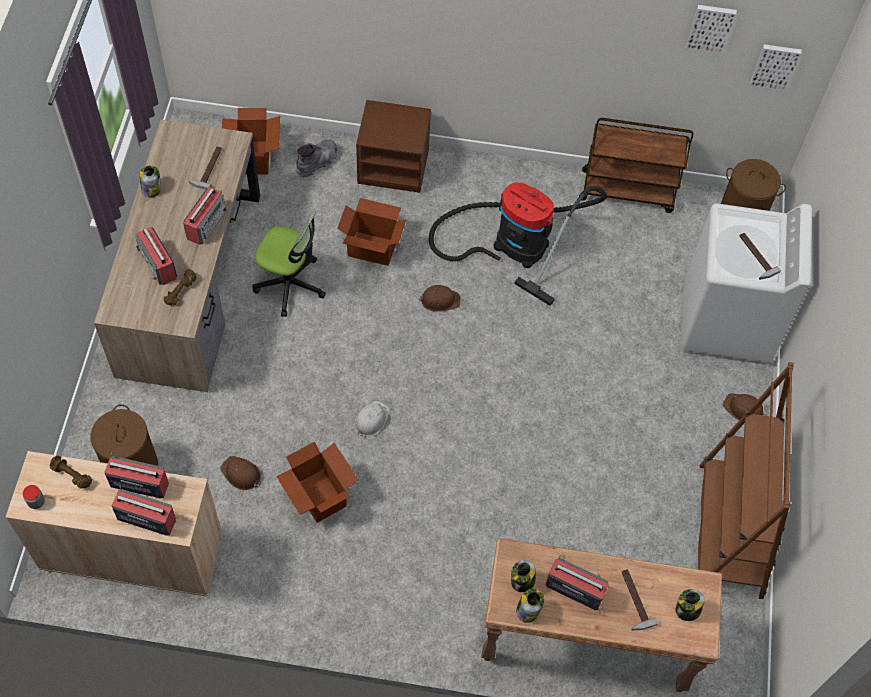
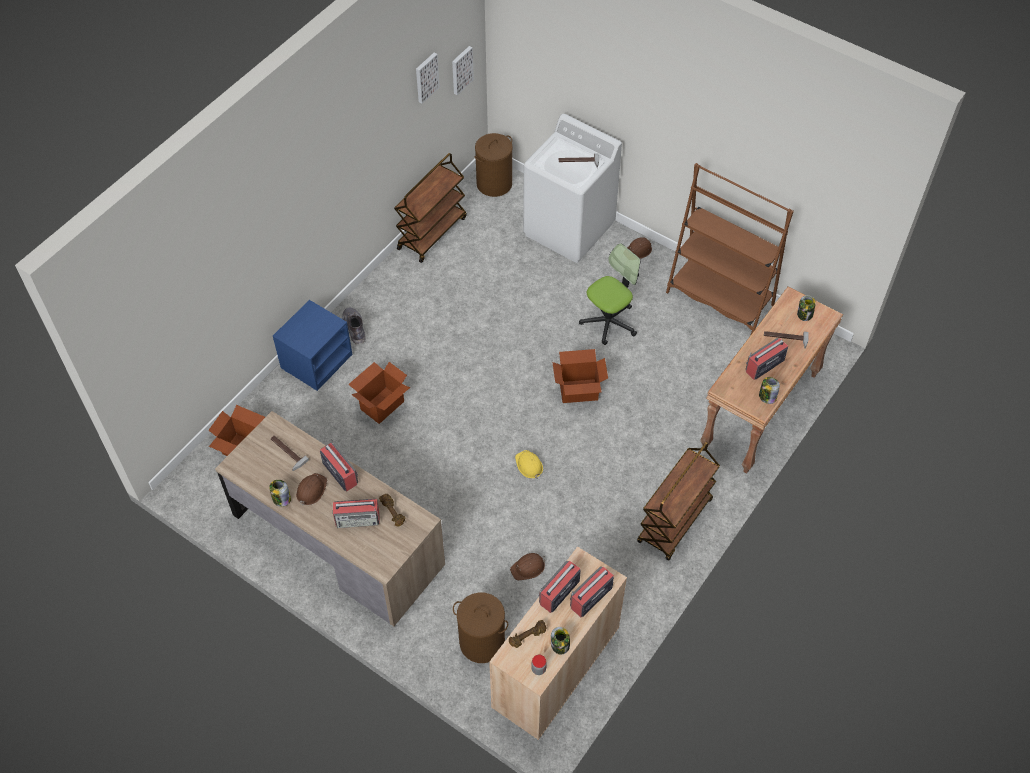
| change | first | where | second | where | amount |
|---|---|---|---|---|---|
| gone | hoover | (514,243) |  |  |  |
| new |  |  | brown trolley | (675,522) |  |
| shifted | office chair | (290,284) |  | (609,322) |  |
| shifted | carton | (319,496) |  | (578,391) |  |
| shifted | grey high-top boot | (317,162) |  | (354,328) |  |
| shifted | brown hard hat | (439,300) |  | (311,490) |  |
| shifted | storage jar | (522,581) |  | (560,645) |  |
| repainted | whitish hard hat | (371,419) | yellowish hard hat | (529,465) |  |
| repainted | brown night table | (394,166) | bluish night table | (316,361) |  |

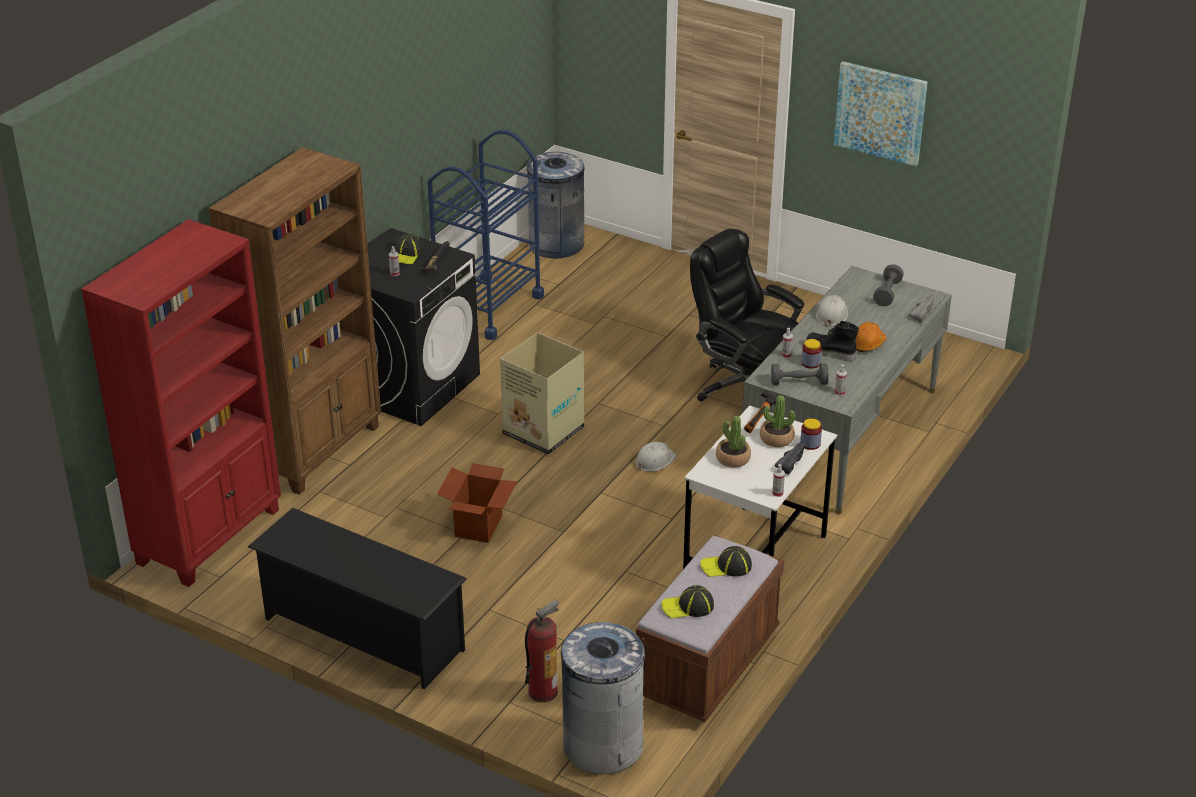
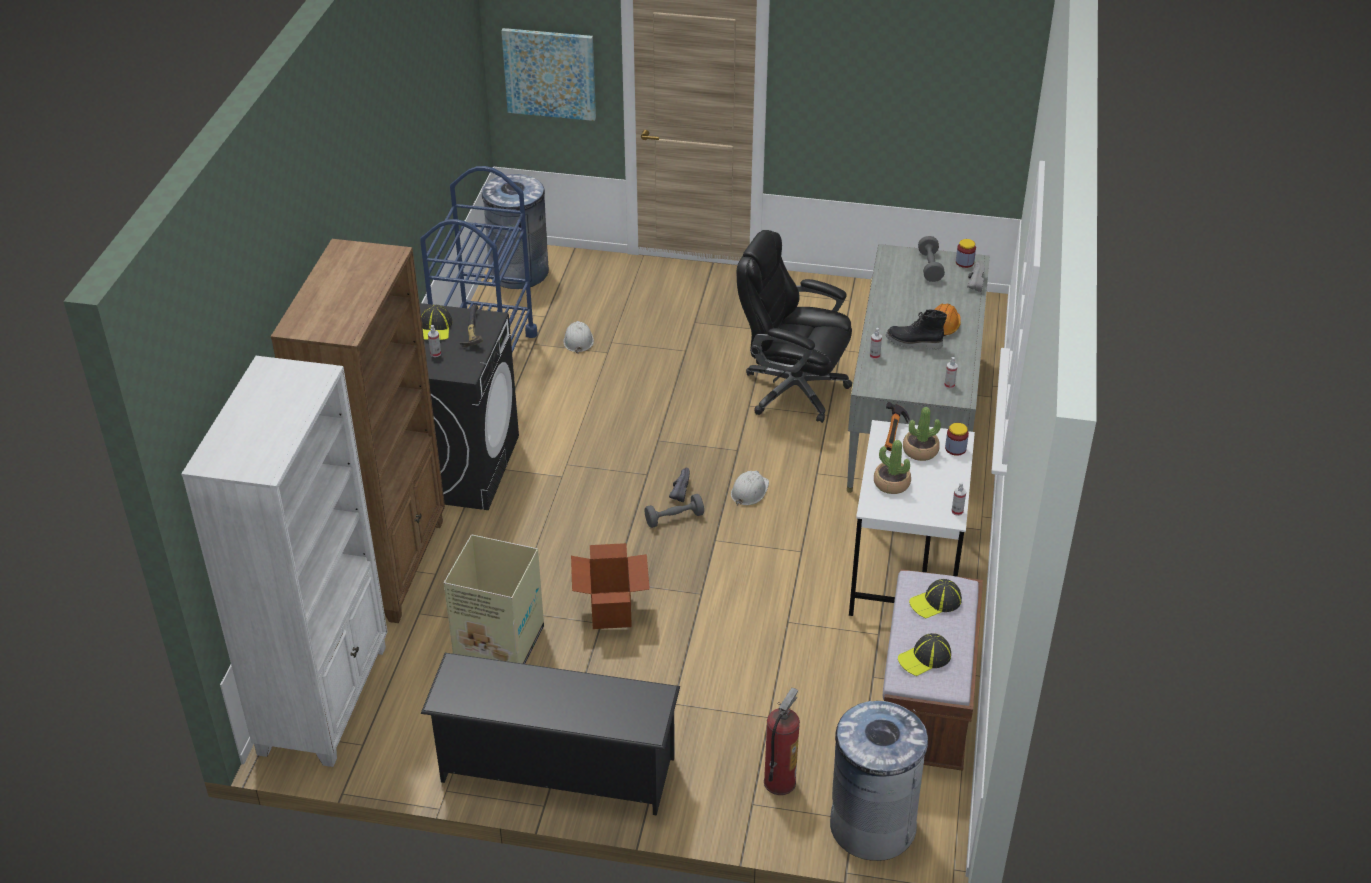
| change | first | where | second | where | amount |
|---|---|---|---|---|---|
| shifted | carton | (542,430) |  | (497,643) |  |
| shifted | grey free weight | (798,383) |  | (674,518) |  |
| shifted | blackish item of footwear | (789,463) |  | (679,490) |  |
| shifted | storage jar | (810,363) |  | (964,262) |  |
| shifted | whitish hard hat | (831,315) |  | (578,340) |  |
| shifted | wall art | (880,112) |  | (550,73) |  |
| repainted | reddish shelving unit | (210,536) | whitish shelving unit | (325,698) |  |

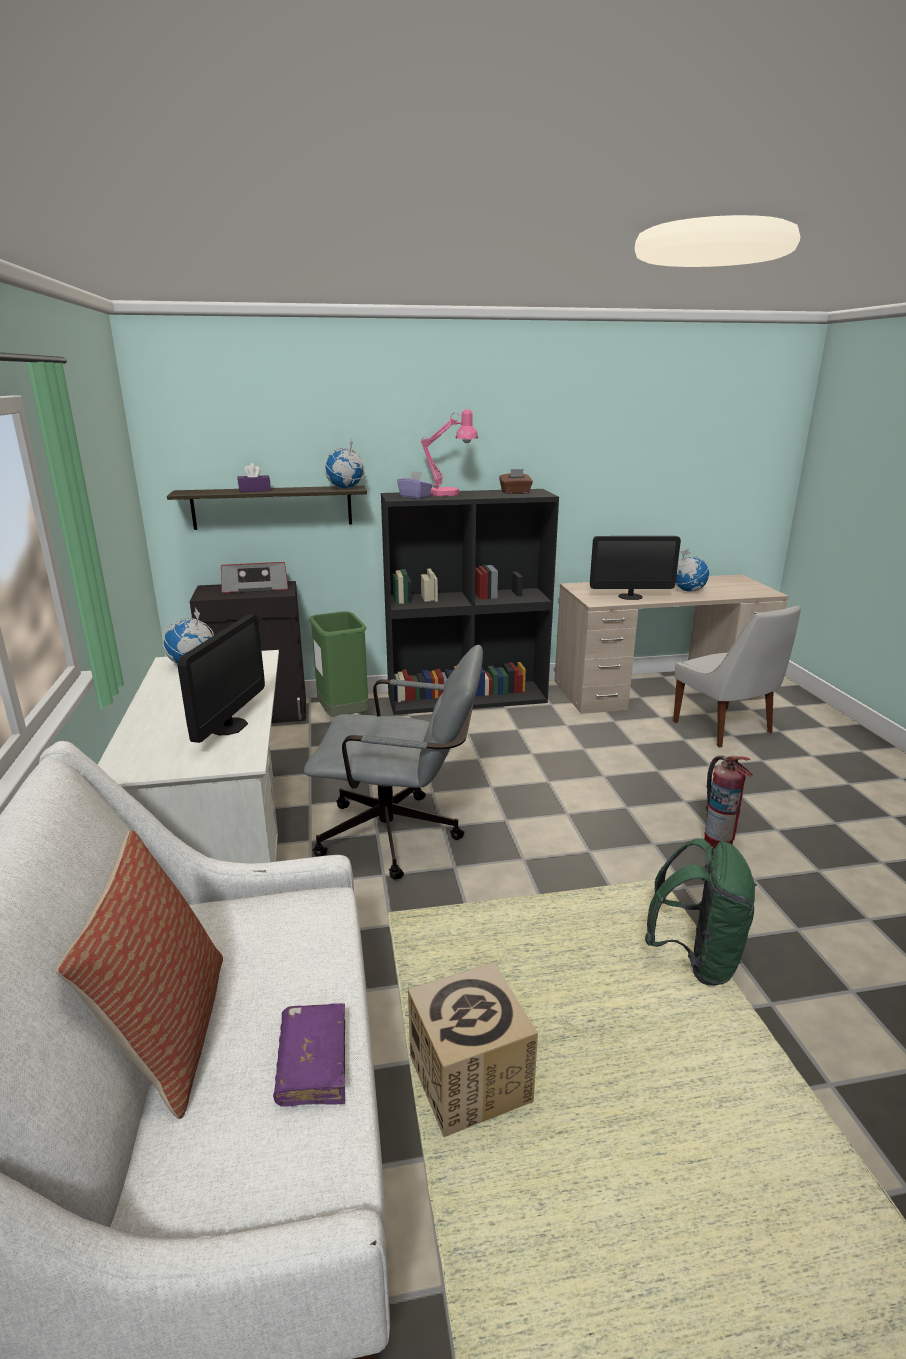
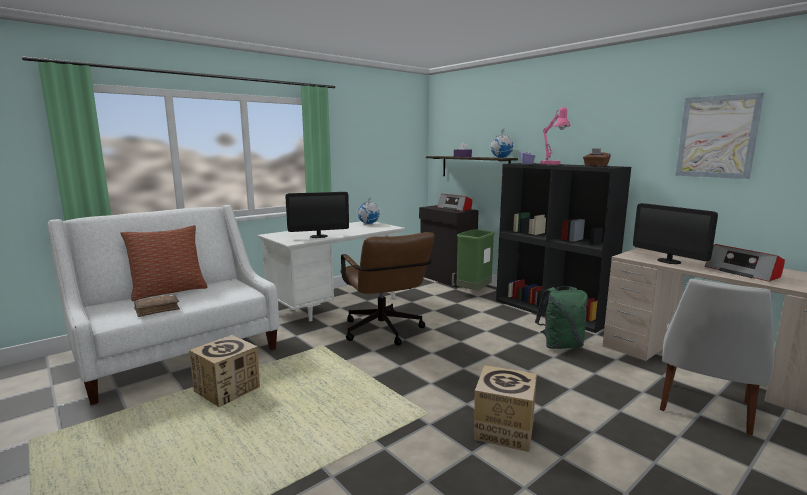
| change | first | where | second | where | amount |
|---|---|---|---|---|---|
| new |  |  | wall art | (717,137) |  |
| shifted | green knapsack | (696,958) |  | (560,345) |  |
| swapped | globe | (688,591) | radio set | (743,272) |  |
| swapped | extinguisher | (718,841) | carton | (504,429) |  |
| repainted | purplish volume | (313,1063) | brown volume | (157,309) |  |
| repainted | grey office chair | (401,836) | brown office chair | (384,333) |  |

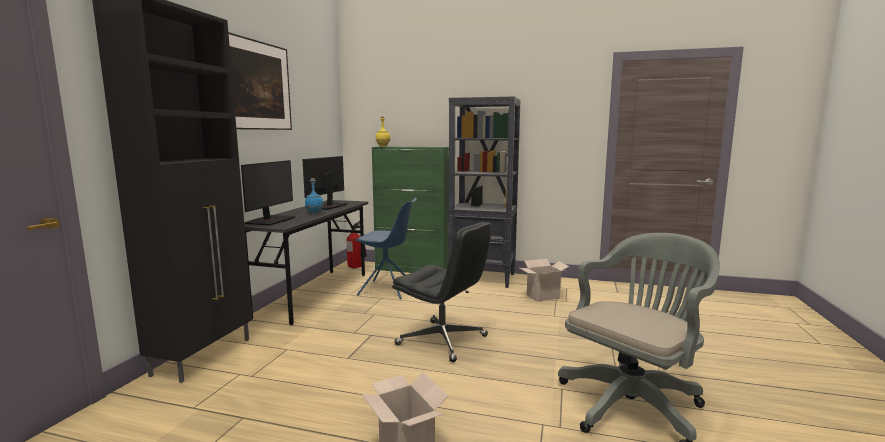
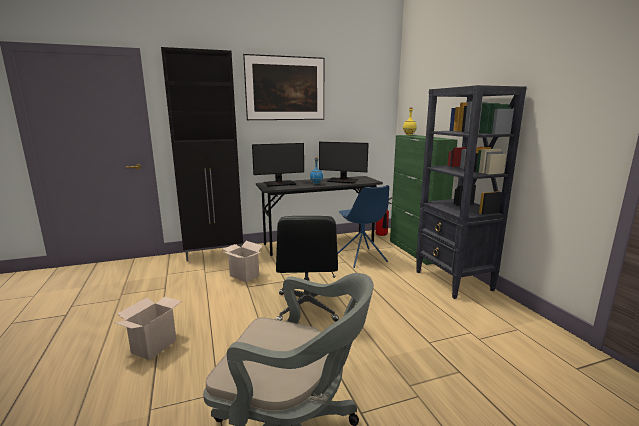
| change | first | where | second | where | amount |
|---|---|---|---|---|---|
| shifted | carton | (542,297) |  | (243,276) |  |
| rotated | computer display | (327,206) |  | (342,180) | 150 degrees counterclockwise |

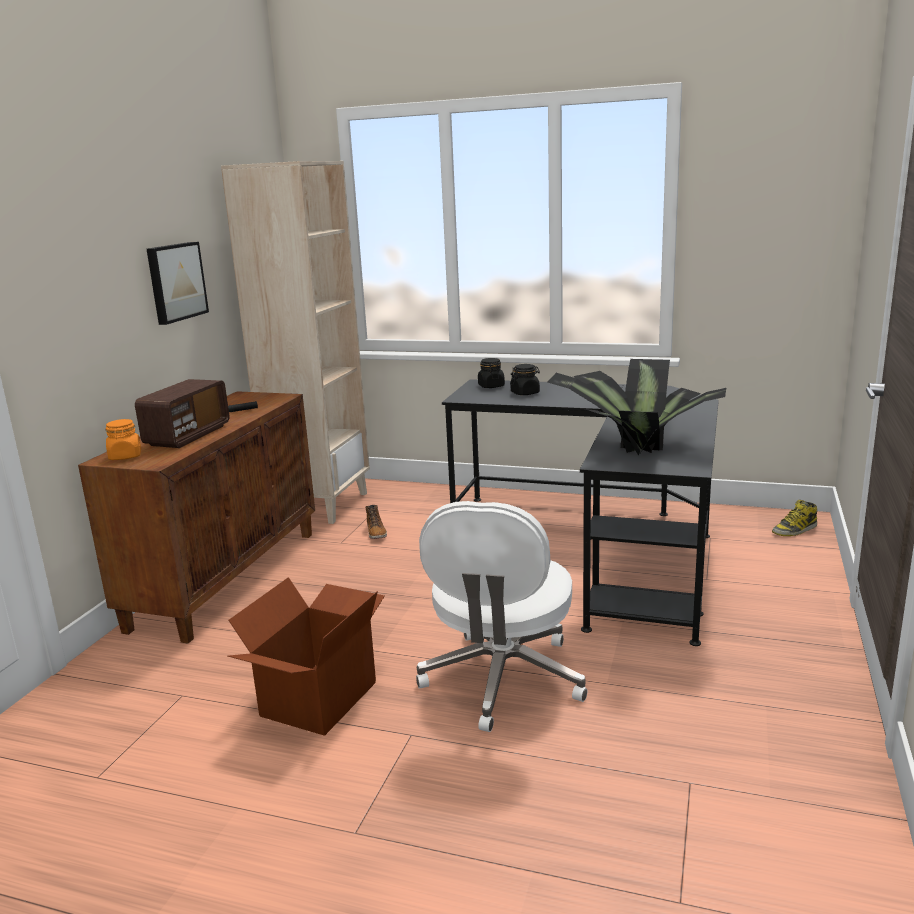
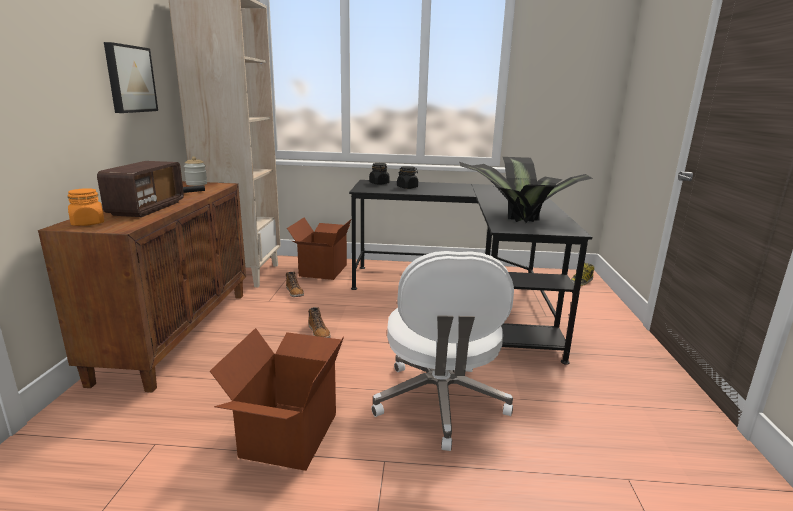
| change | first | where | second | where | amount |
|---|---|---|---|---|---|
| new |  |  | storage jar | (196,184) |  |
| new |  |  | carton | (322,270) |  |
| new |  |  | high-top boot | (319,333) |  |

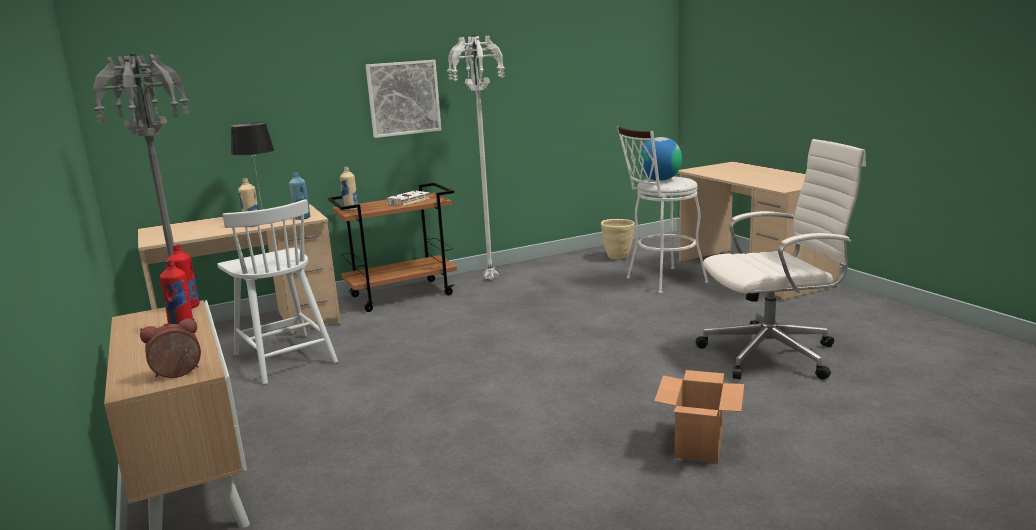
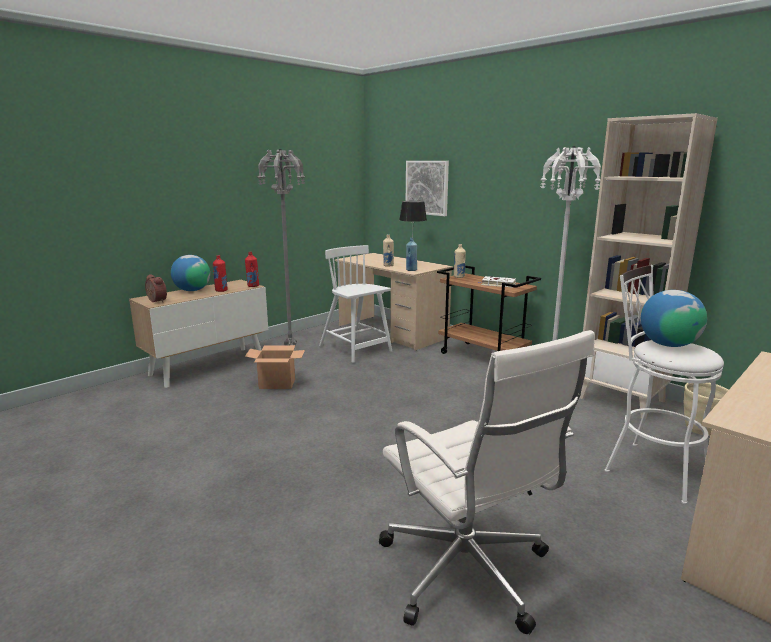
| change | first | where | second | where | amount |
|---|---|---|---|---|---|
| new |  |  | globe | (192,290) |  |
| new |  |  | beige shelving unit | (622,399) |  |
| shifted | wall art | (403,98) |  | (427,187) |  |
| shifted | carton | (698,445) |  | (277,384) |  |
| rotated | whitish upright chair | (284,357) |  | (356,349) | 105 degrees clockwise |

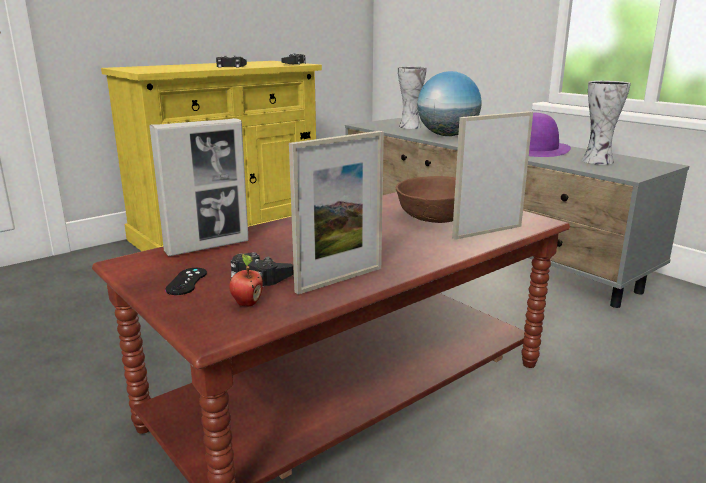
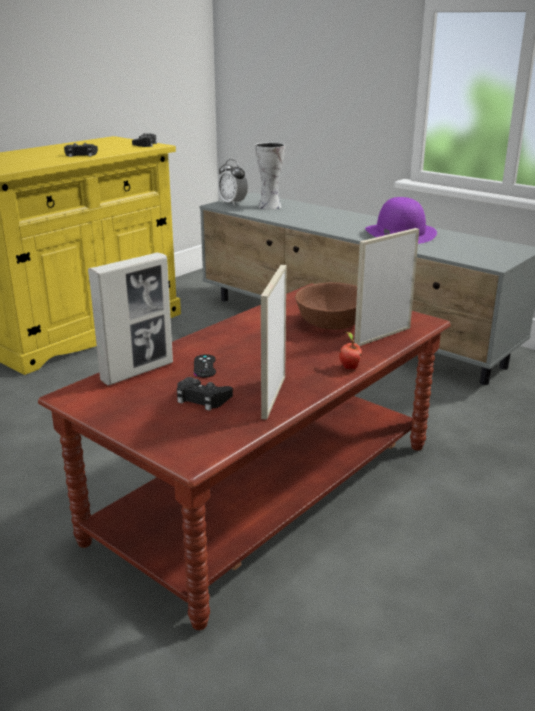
| change | first | where | second | where | amount |
|---|---|---|---|---|---|
| gone | globe | (447,135) |  |  |  |
| gone | decorative vase | (597,161) |  |  |  |
| new |  |  | alarm clock | (232,203) |  |
| shifted | blackish joypad | (186,281) |  | (204,366) |  |
| shifted | apple fruit | (246,303) |  | (349,367) |  |
| rotated | standing frame | (339,279) |  | (273,397) | 150 degrees clockwise |

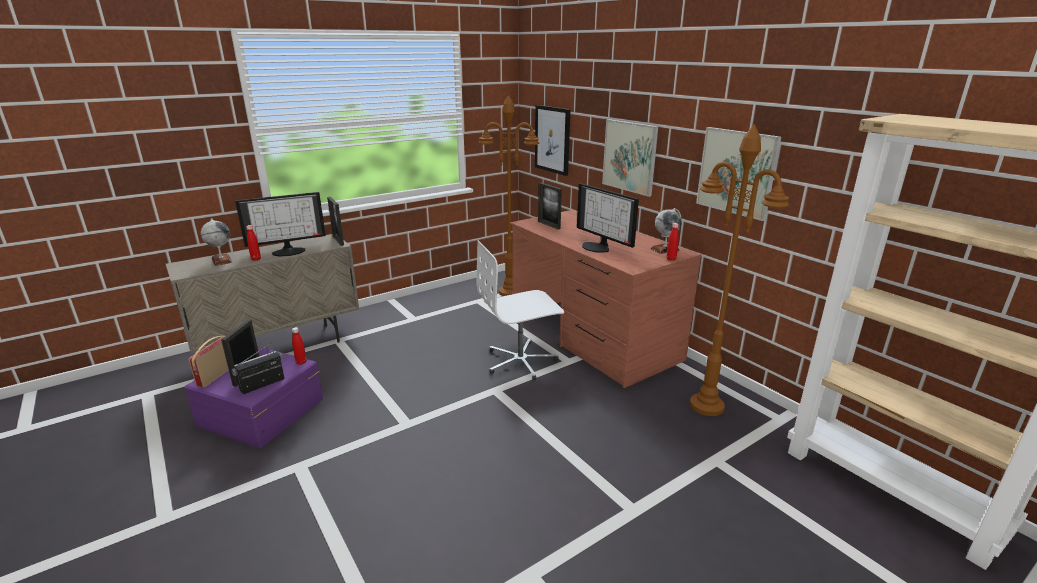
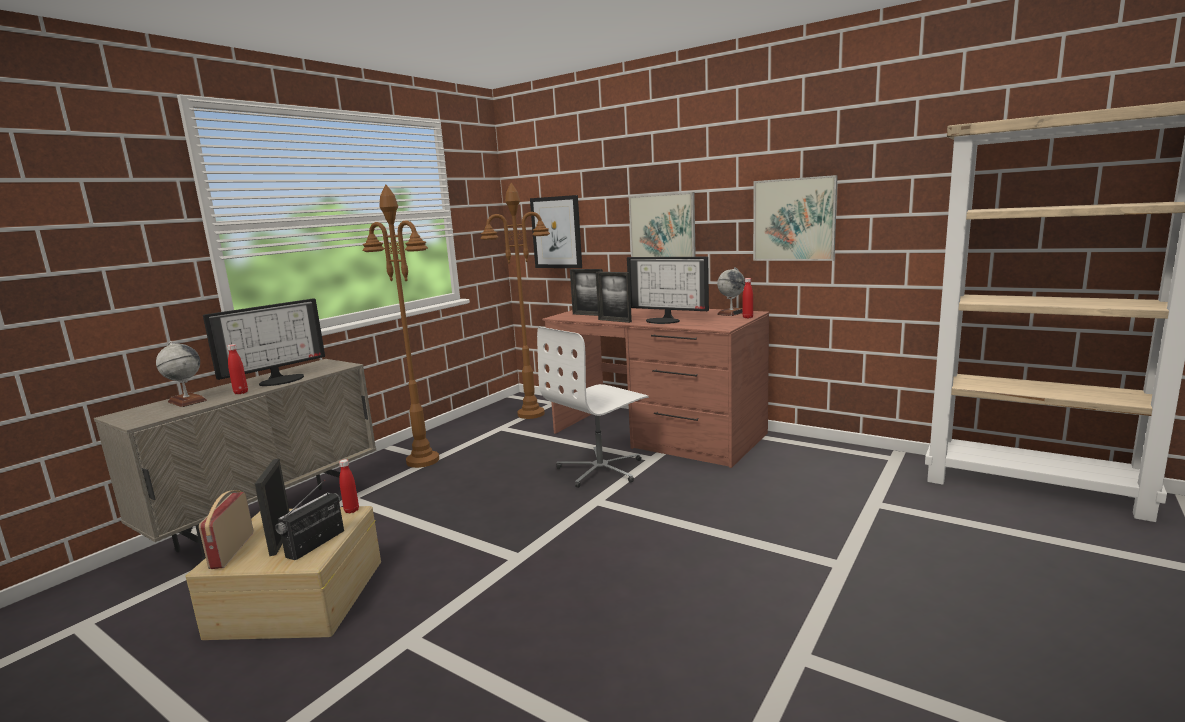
| change | first | where | second | where | amount |
|---|---|---|---|---|---|
| shifted | standing frame | (338,240) |  | (614,321) |  |
| shifted | brown standard lamp | (706,405) |  | (422,461) |  |
| repainted | purplish storage container | (260,412) | beige storage container | (298,598) |  |

